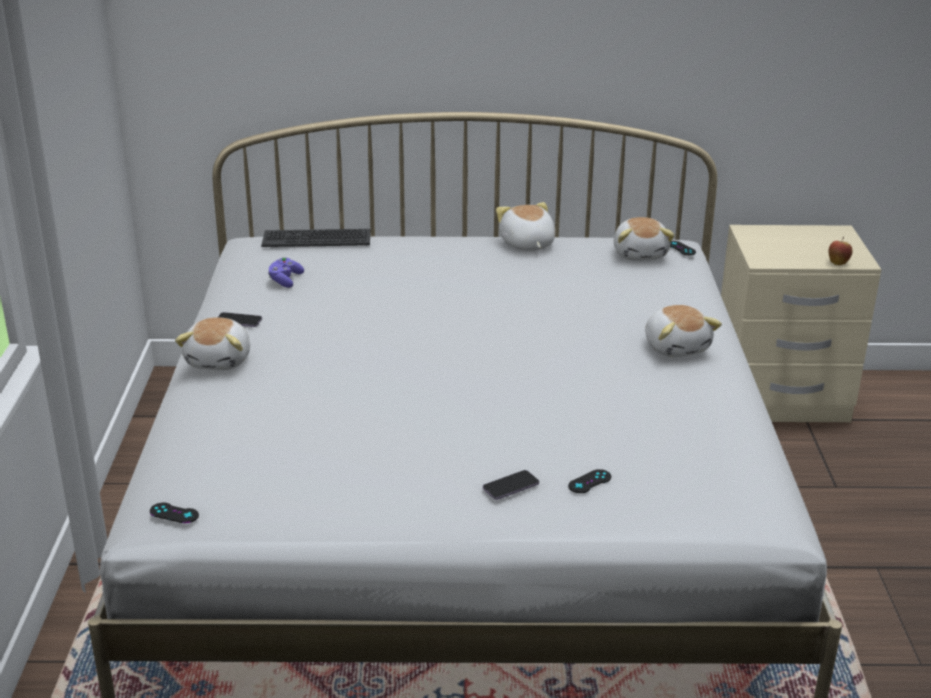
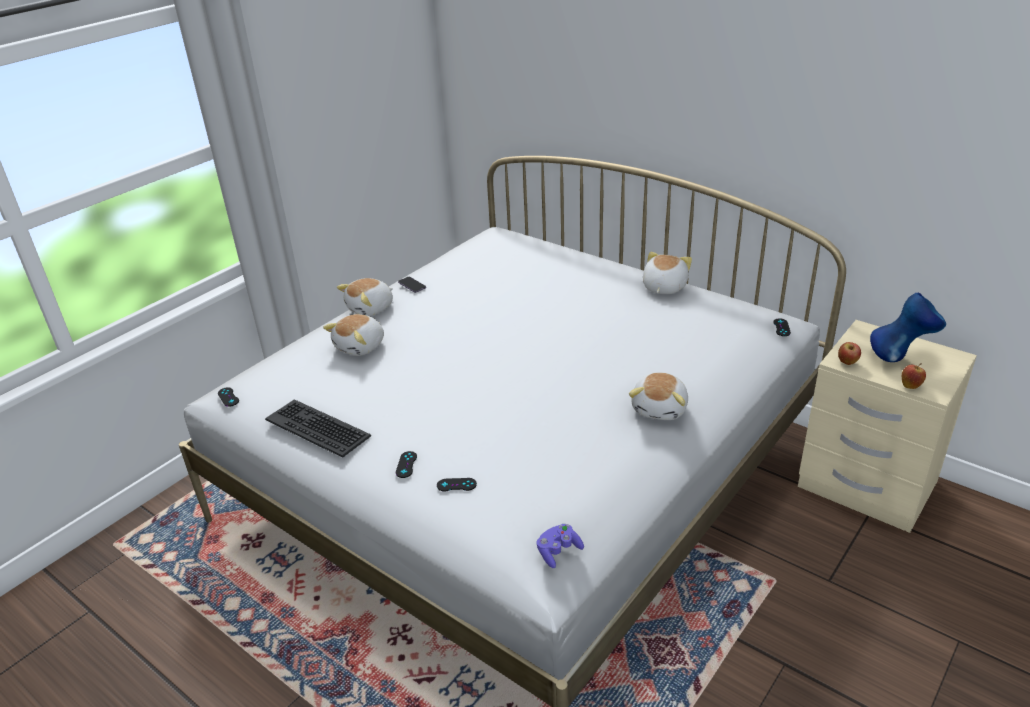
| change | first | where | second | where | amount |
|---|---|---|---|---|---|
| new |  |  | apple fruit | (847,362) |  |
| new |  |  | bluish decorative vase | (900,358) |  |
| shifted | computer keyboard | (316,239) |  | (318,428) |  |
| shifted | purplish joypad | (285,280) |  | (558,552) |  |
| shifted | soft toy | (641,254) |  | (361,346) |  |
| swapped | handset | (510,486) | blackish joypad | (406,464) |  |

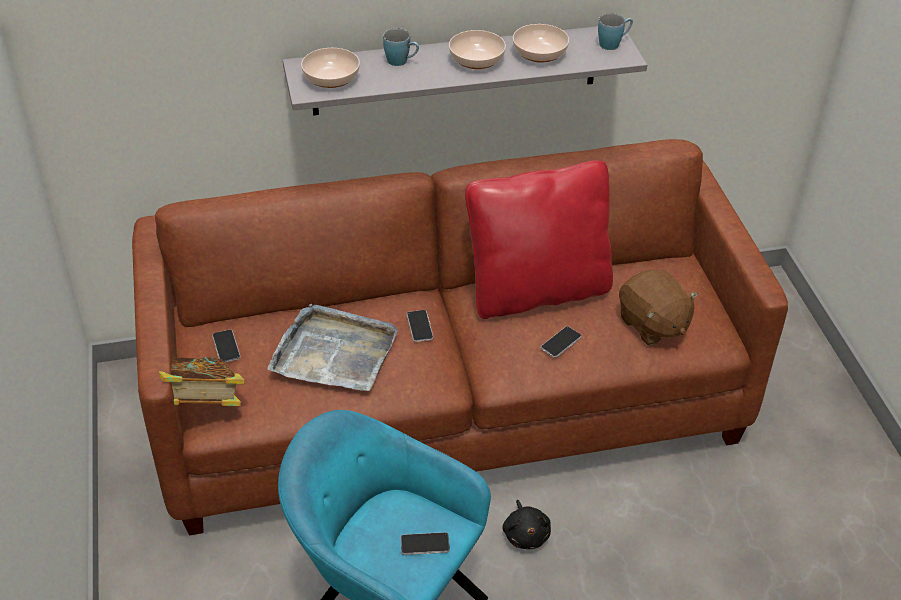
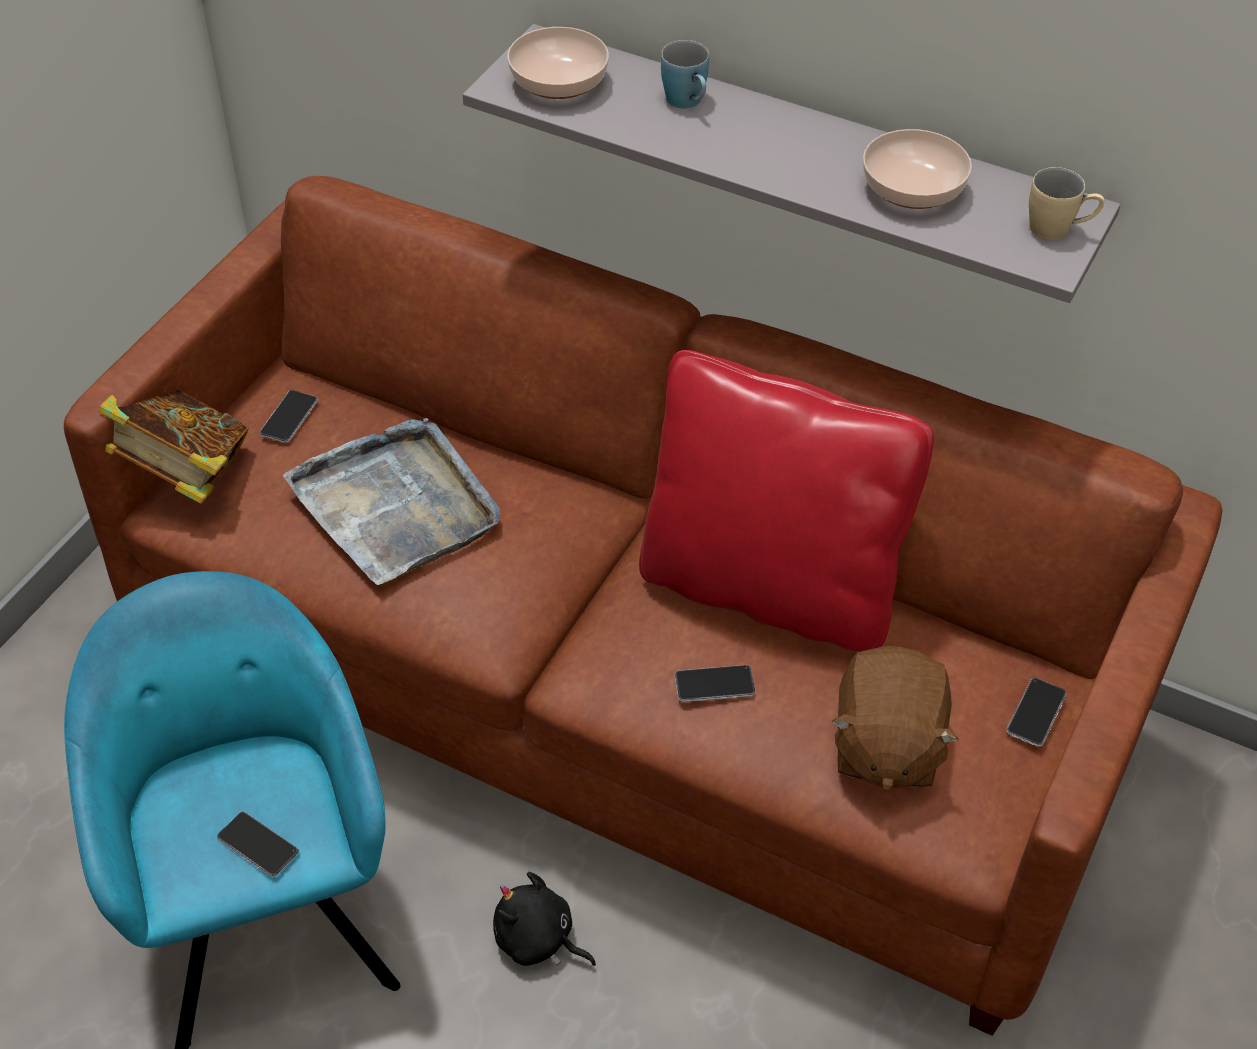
| change | first | where | second | where | amount |
|---|---|---|---|---|---|
| gone | bowl | (476,61) |  |  |  |
| shifted | handset | (420,326) |  | (1036,713) |  |
| repainted | bluish mug | (613,43) | beige mug | (1059,230) |  |
| rotated | blackish soft toy | (526,534) |  | (538,940) | 90 degrees clockwise |

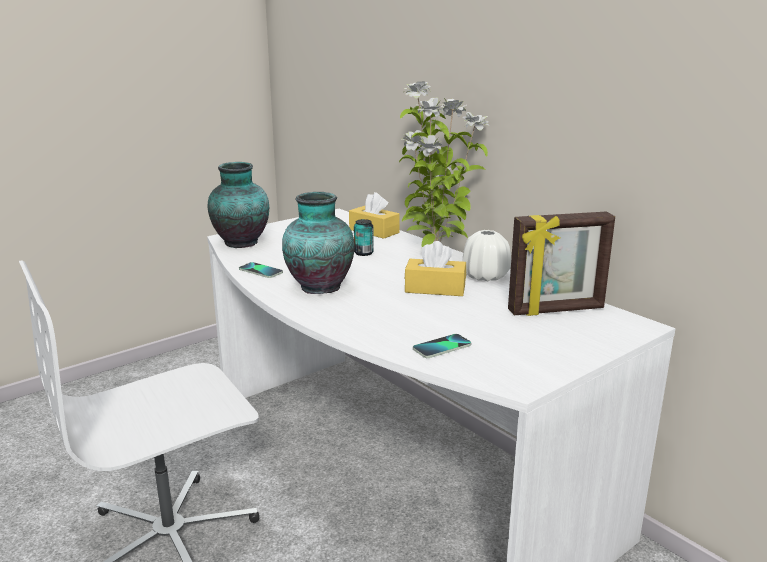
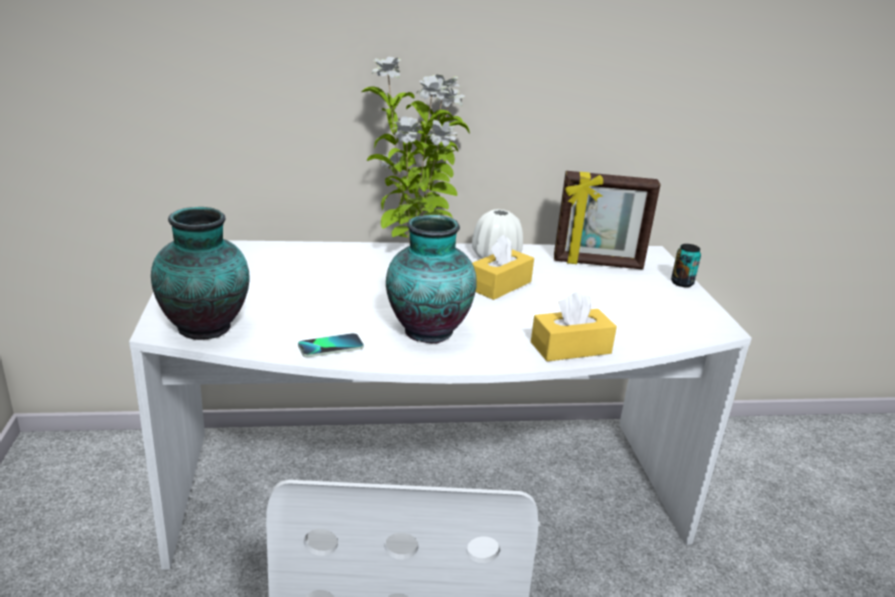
| change | first | where | second | where | amount |
|---|---|---|---|---|---|
| gone | handset | (442,347) |  |  |  |
| shifted | yellowish box of tissues | (374,231) |  | (570,348) |  |
| shifted | can | (363,253) |  | (682,283) |  |
| rotated | standing frame | (556,310) |  | (597,264) | 75 degrees clockwise |

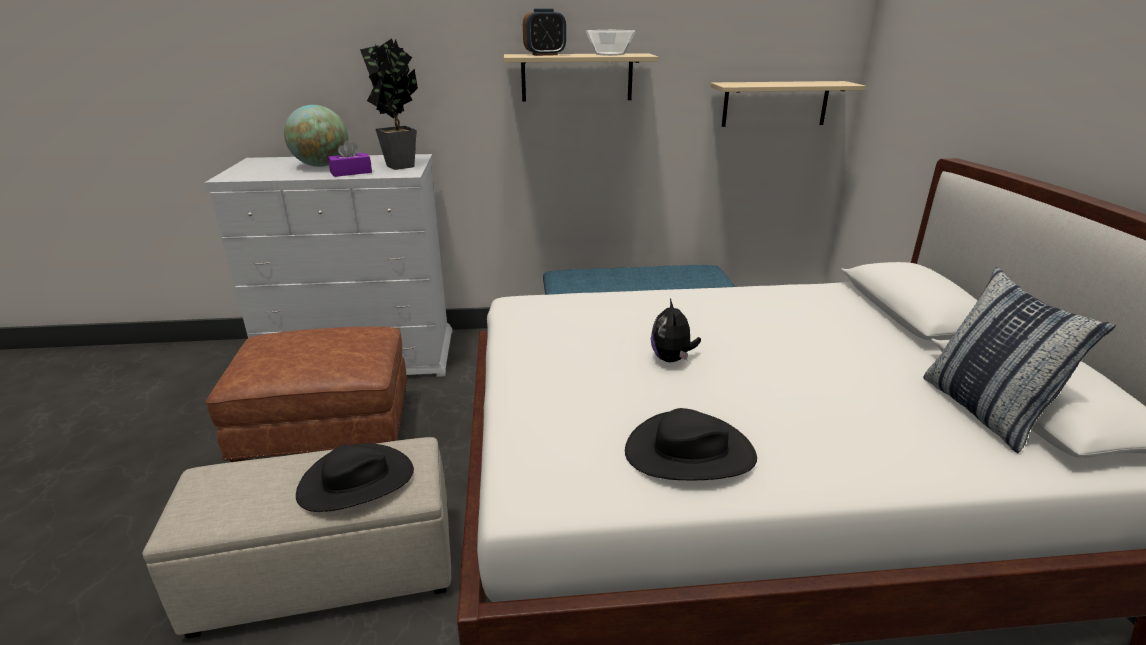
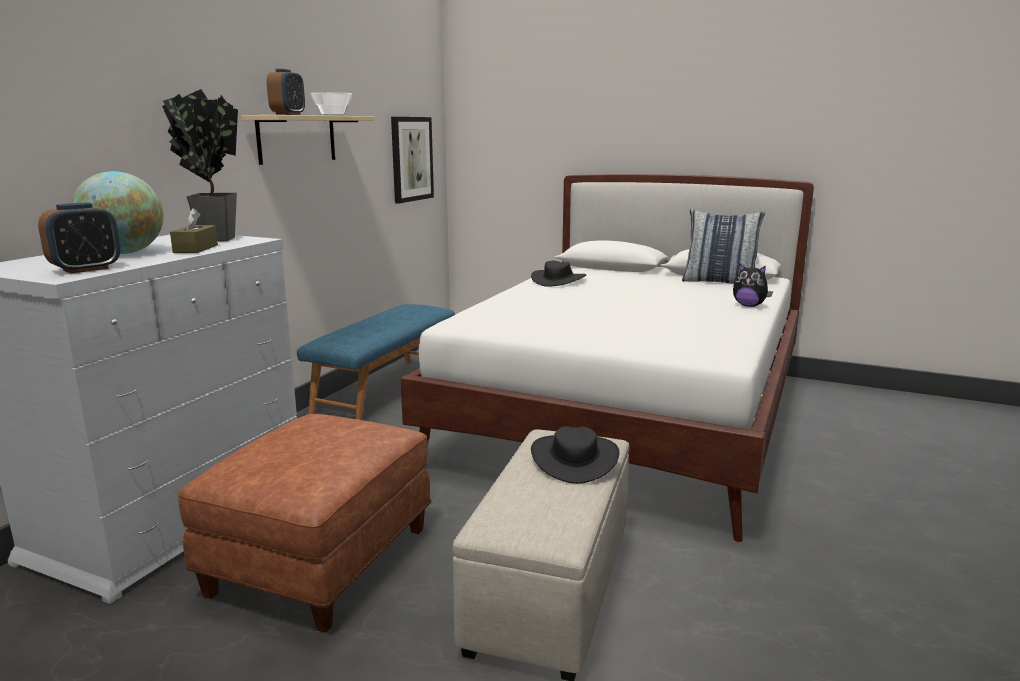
| change | first | where | second | where | amount |
|---|---|---|---|---|---|
| new |  |  | alarm clock | (86,269) |  |
| shifted | blackish clothing hat | (690,453) |  | (559,280) |  |
| shifted | soft toy | (672,359) |  | (749,306) |  |
| swapped | beige shelf | (775,103) | wall art | (411,159) |  |
| repainted | purplish box of tissues | (351,172) | brown box of tissues | (196,249) |  |

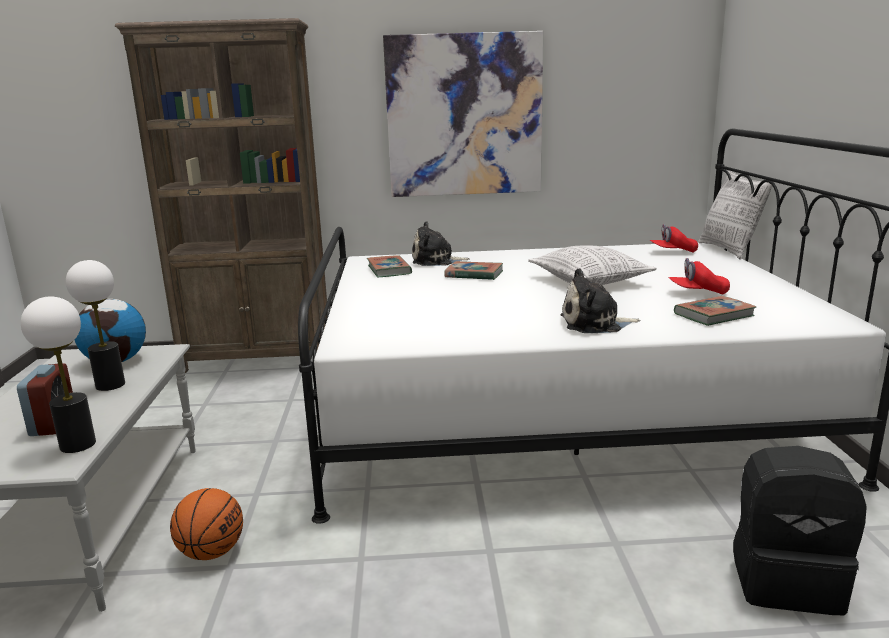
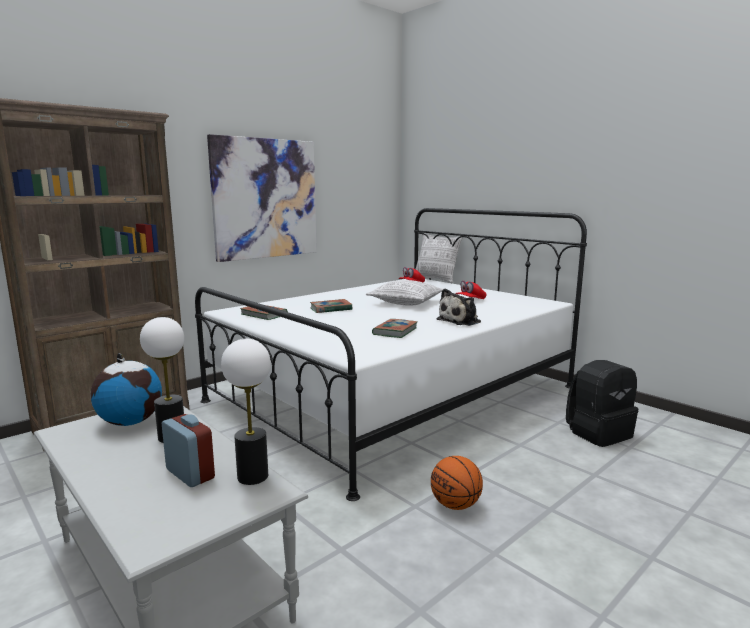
| change | first | where | second | where | amount |
|---|---|---|---|---|---|
| gone | soft toy | (436,261) |  |  |  |
| shifted | ball for basketball | (212,552) |  | (455,505) |  |
| shifted | volume | (714,315) |  | (395,331) |  |

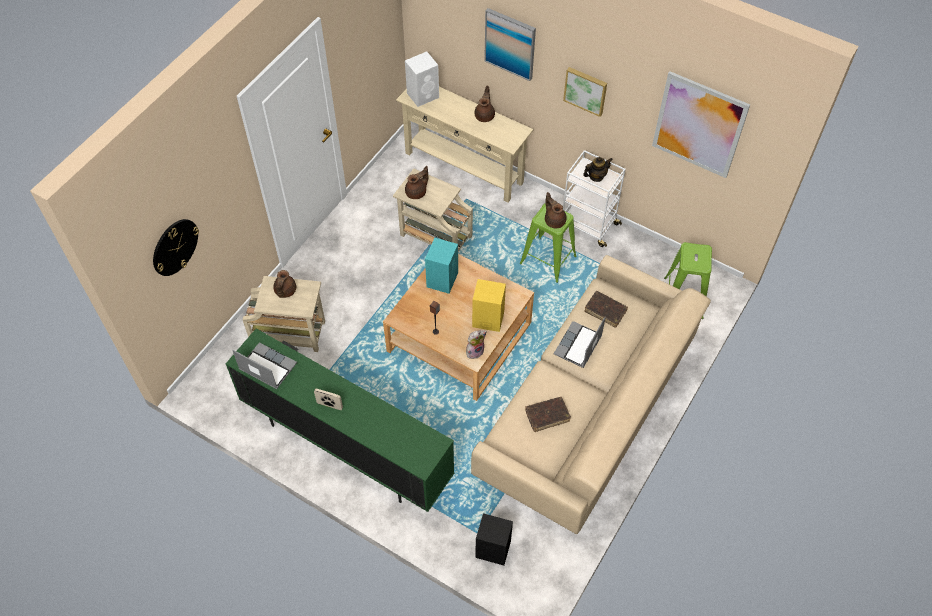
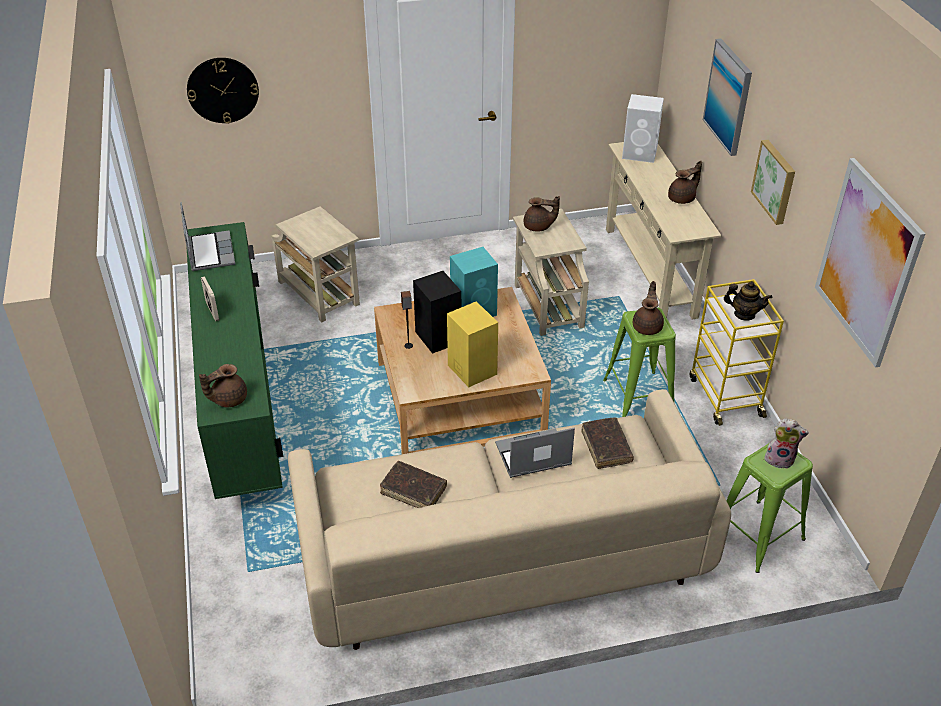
| change | first | where | second | where | amount |
|---|---|---|---|---|---|
| shifted | brown pot for tea | (285,291) |  | (228,399) |  |
| shifted | soft toy | (475,351) |  | (780,459) |  |
| shifted | blackish speaker | (494,549) |  | (438,338) |  |
| repainted | whitish trolley | (588,225) | yellowish trolley | (725,396) |  |

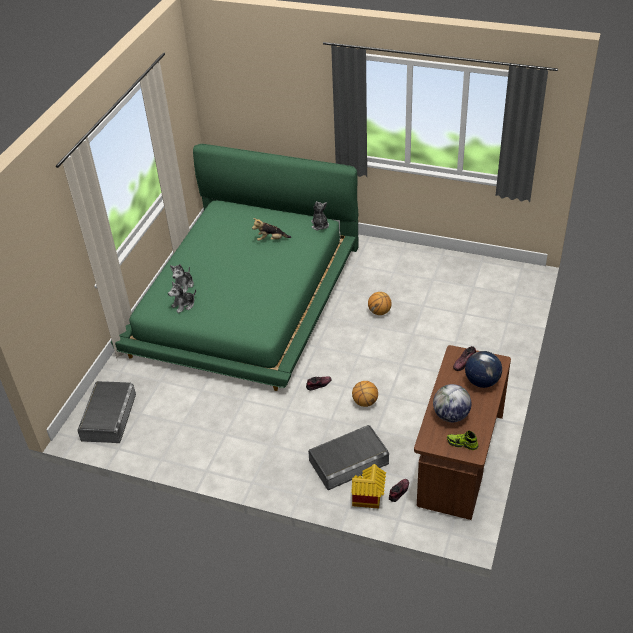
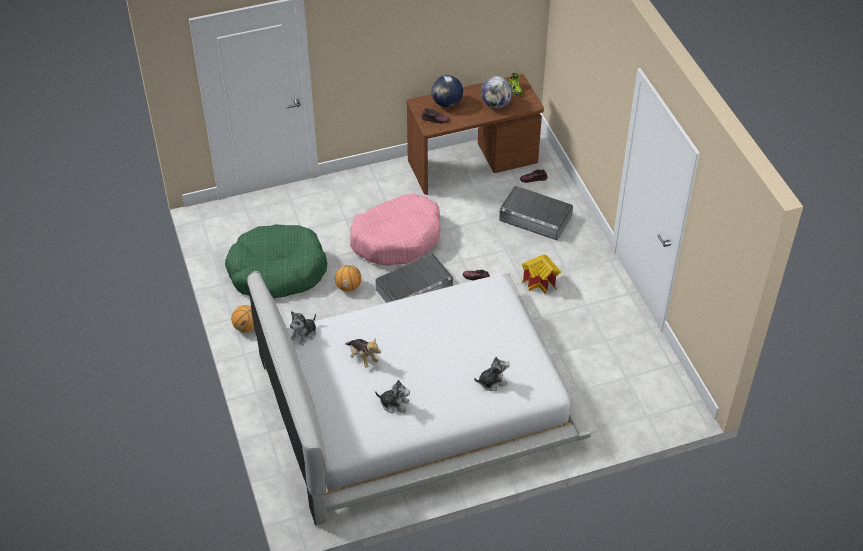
| change | first | where | second | where | amount |
|---|---|---|---|---|---|
| new |  |  | green dog cushion | (277,270) |  |
| new |  |  | pink-coloured dog cushion | (397,238) |  |
| shifted | grey storage container | (108,417) |  | (414,289) |  |
| shifted | soft toy | (184,305) |  | (394,404) |  |
| shifted | toy house | (368,499) |  | (540,283) |  |
| shifted | ball for basketball | (365,402) |  | (246,327) |  |
| repainted | green sleeping bed | (245,298) | whitish sleeping bed | (416,401) |  |

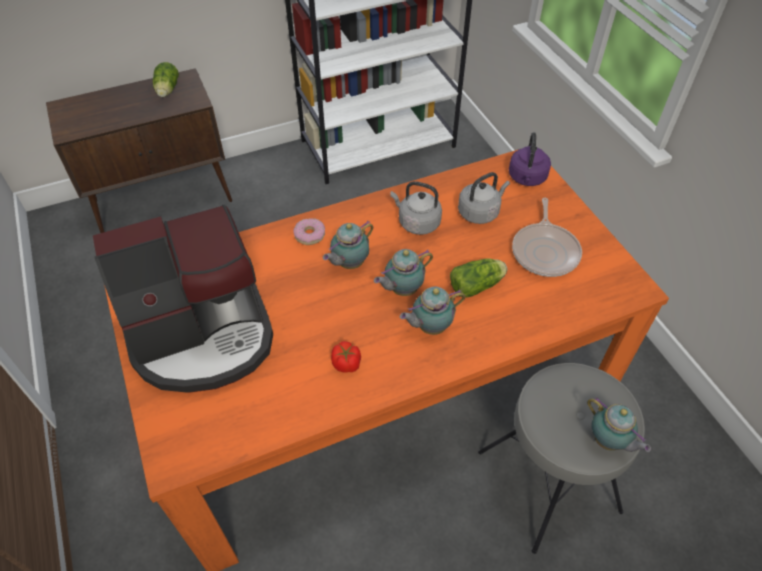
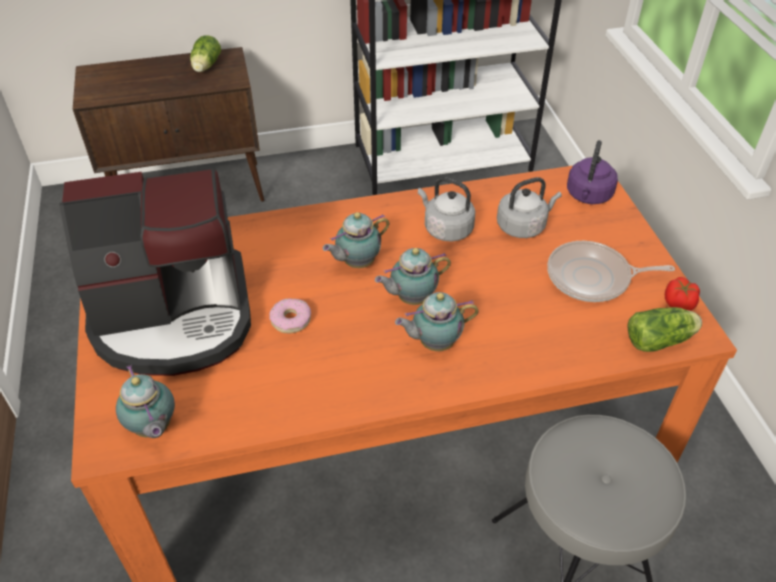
| change | first | where | second | where | amount |
|---|---|---|---|---|---|
| shifted | donut | (309,235) |  | (291,320) |  |
| shifted | whole tomato | (346,364) |  | (678,303) |  |
| shifted | head of lettuce | (478,285) |  | (661,340) |  |
| shifted | pot for tea | (608,441) |  | (153,428) |  |
| rotated | skillet | (545,251) |  | (592,278) | 75 degrees clockwise |

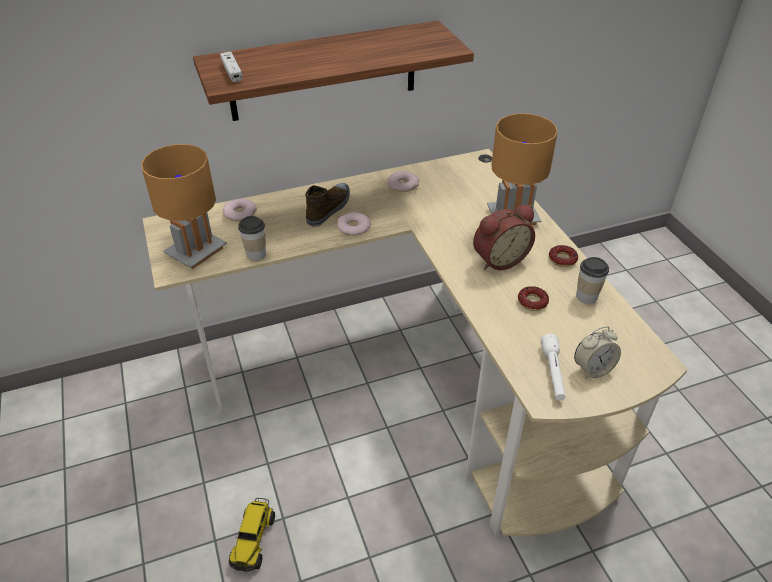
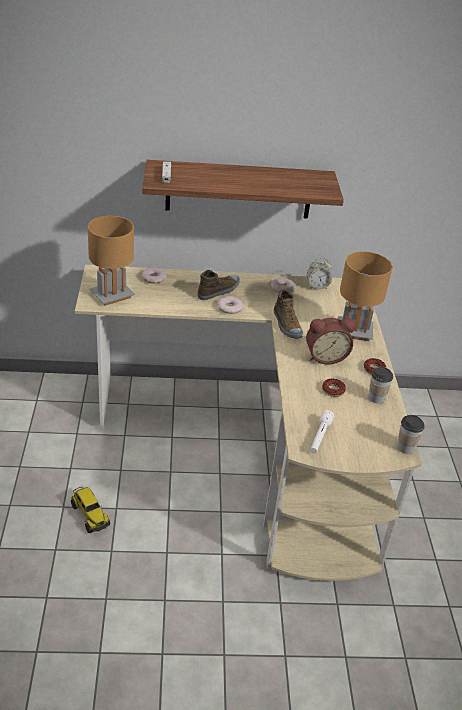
| change | first | where | second | where | amount |
|---|---|---|---|---|---|
| new |  |  | item of footwear | (286,325) |  |
| shifted | small cup | (256,254) |  | (405,447) |  |
| shifted | alarm clock | (593,369) |  | (317,286) |  |
| rotated | toy lorry | (253,540) |  | (90,515) | 60 degrees counterclockwise |

